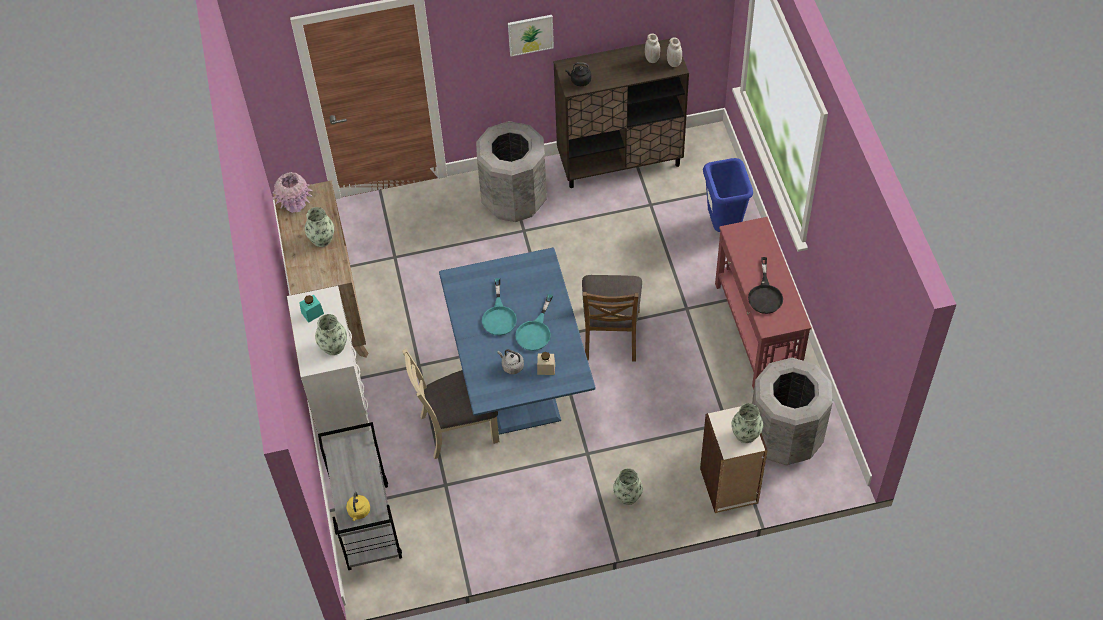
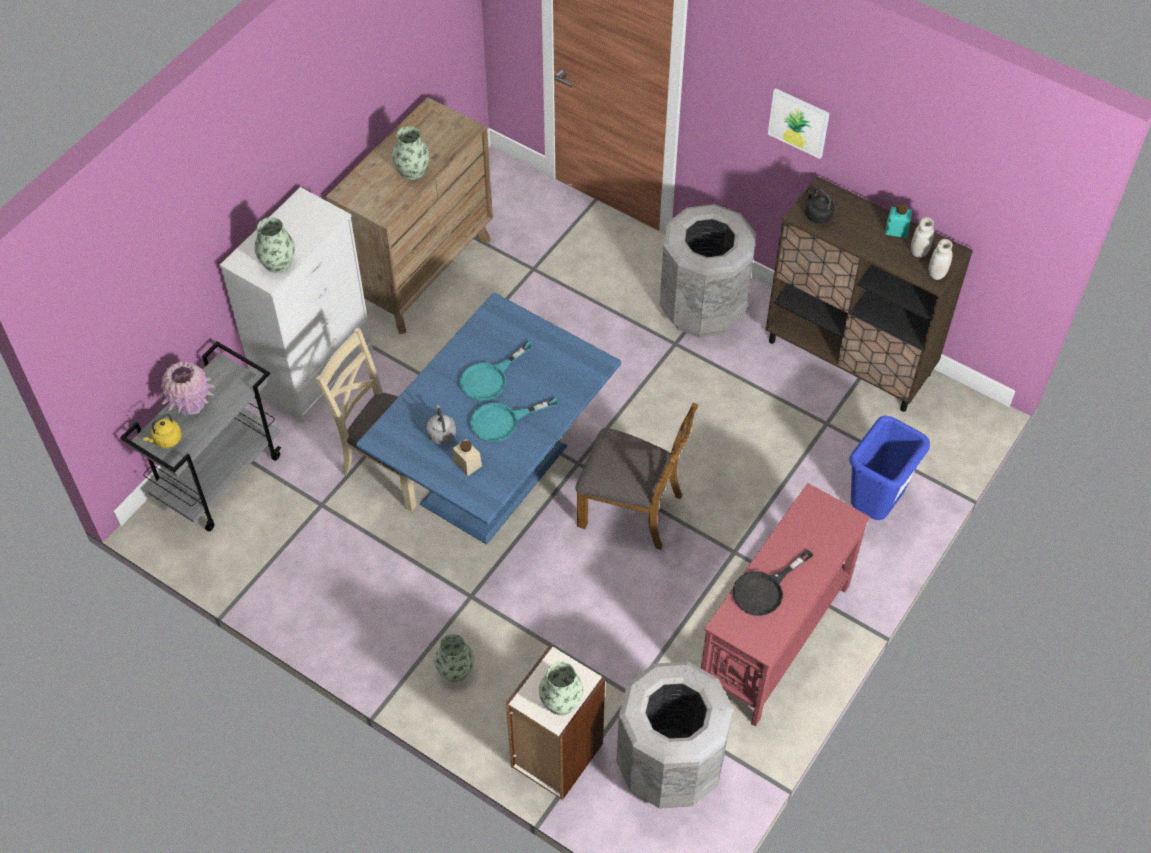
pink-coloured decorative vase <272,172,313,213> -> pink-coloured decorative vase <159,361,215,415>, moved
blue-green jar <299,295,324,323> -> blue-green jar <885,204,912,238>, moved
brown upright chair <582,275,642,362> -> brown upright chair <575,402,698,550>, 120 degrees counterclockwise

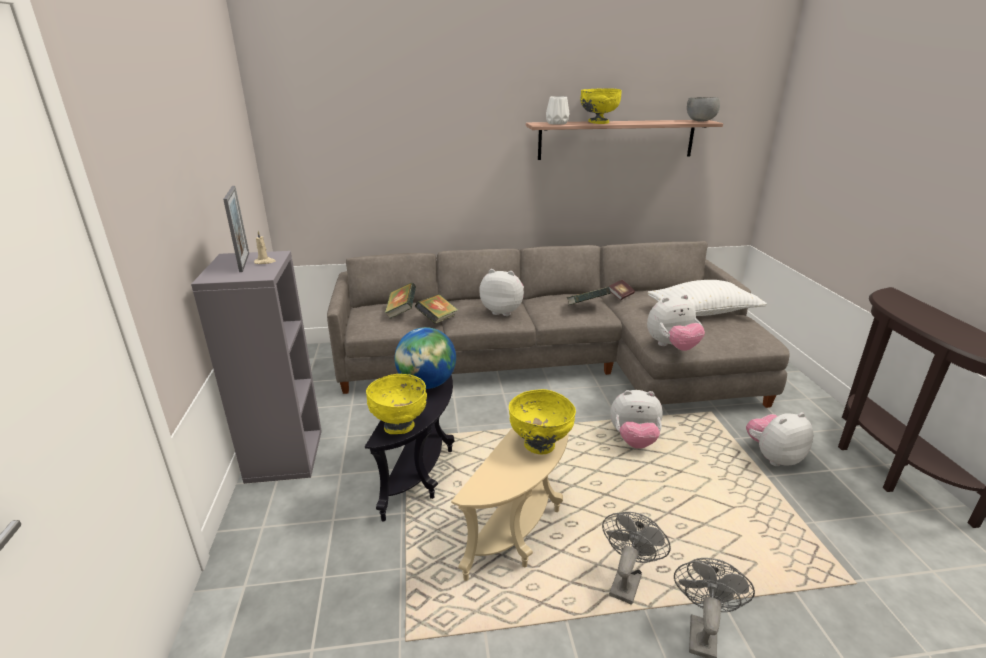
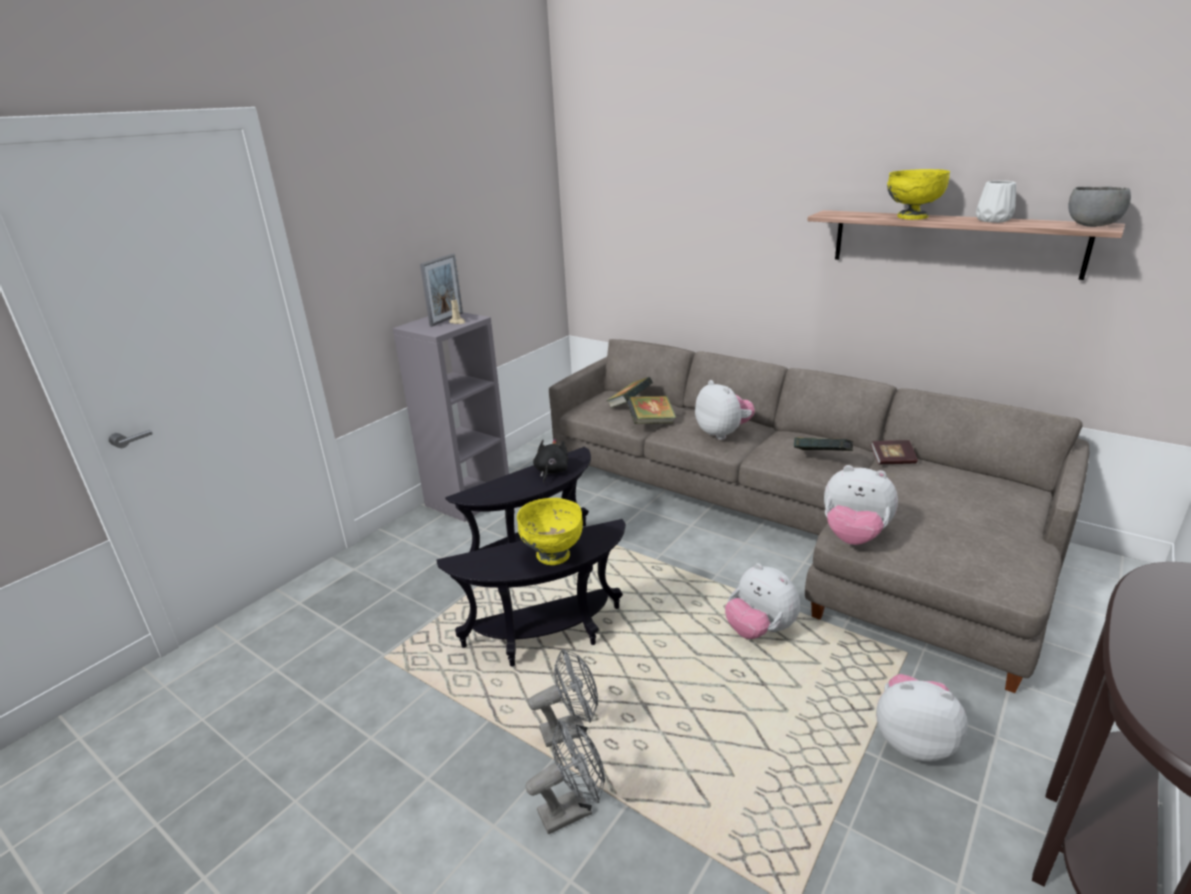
yellow-coloured bowl <366,374,427,434> -> none
whitish throw pillow <647,280,767,316> -> none
whitish decorative vase <546,96,569,125> -> whitish decorative vase <976,181,1016,223>, moved
desk globe <395,327,456,389> -> black soft toy <533,439,568,483>
beige-coloured side table <451,428,569,581> -> black side table <436,519,626,667>

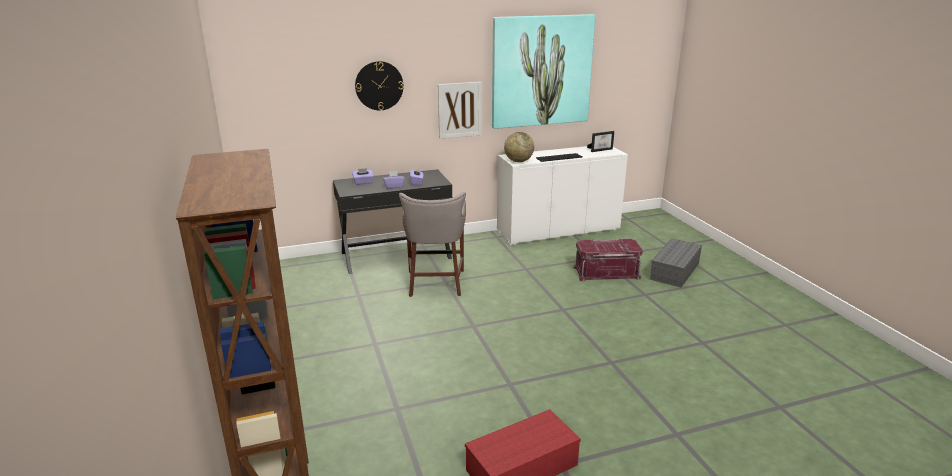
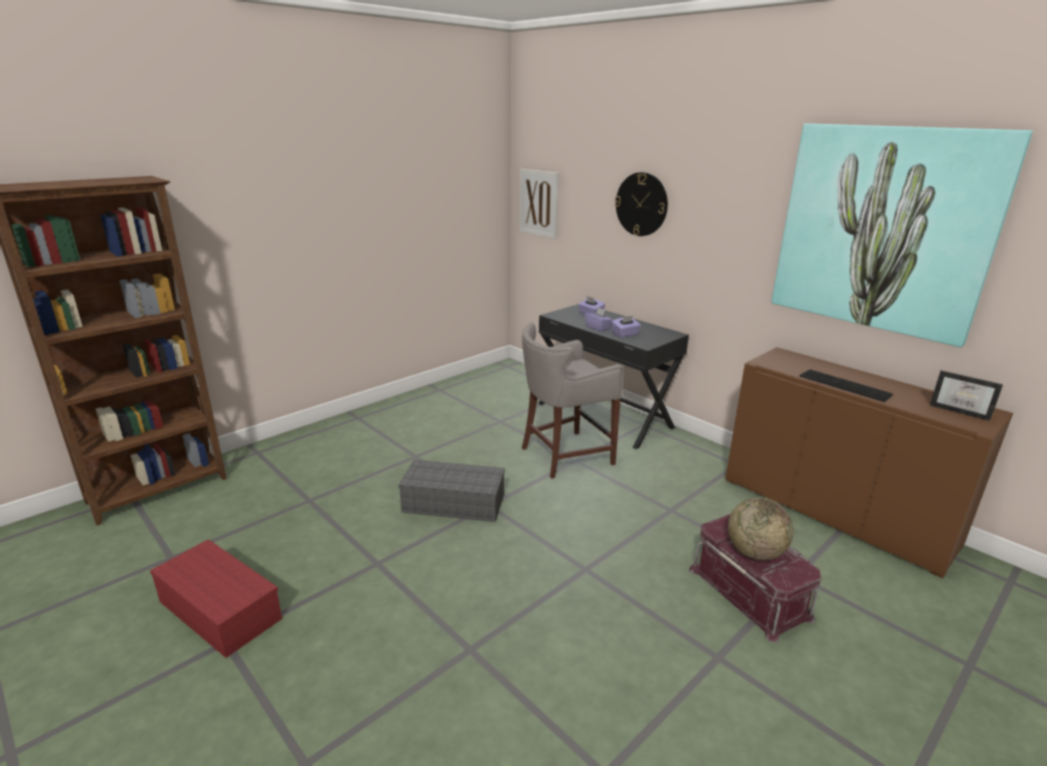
picture <438,82,482,139> -> picture <519,169,559,239>, moved
desk globe <504,132,534,162> -> desk globe <728,497,793,561>, moved
greyish storage bin <650,238,702,288> -> greyish storage bin <398,460,505,522>, moved
whitish cabinet <497,146,628,245> -> brown cabinet <725,347,1013,578>

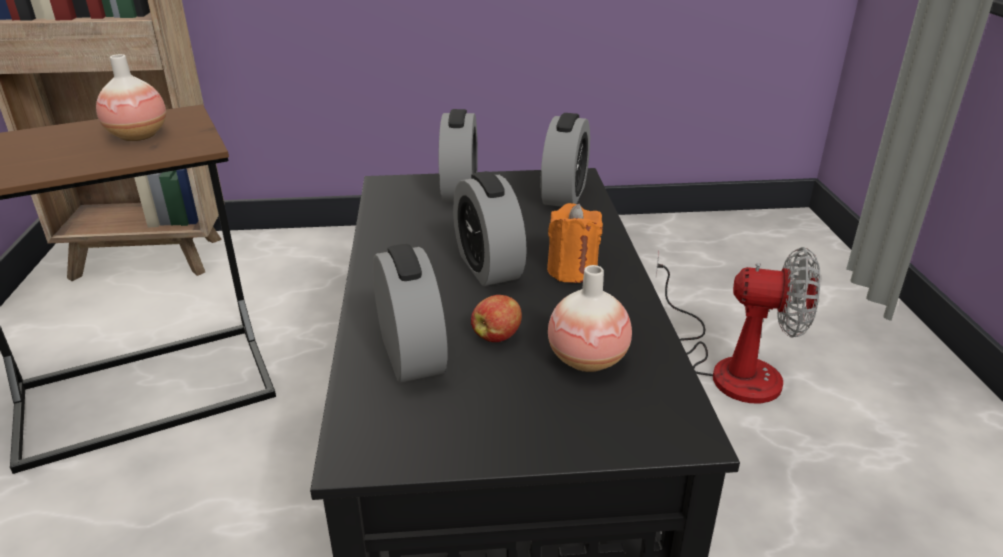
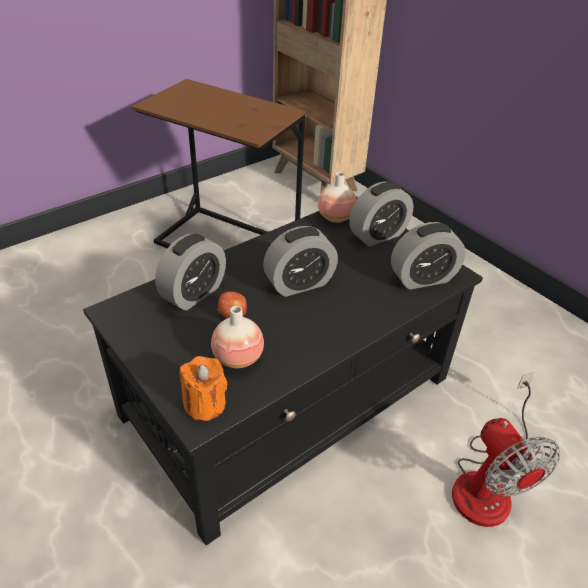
decorative vase <96,54,166,141> -> decorative vase <318,172,356,223>, moved
orange-coloured candle <547,203,603,283> -> orange-coloured candle <180,356,227,421>, moved
bedside clock <453,171,527,286> -> bedside clock <263,226,338,297>, 150 degrees counterclockwise

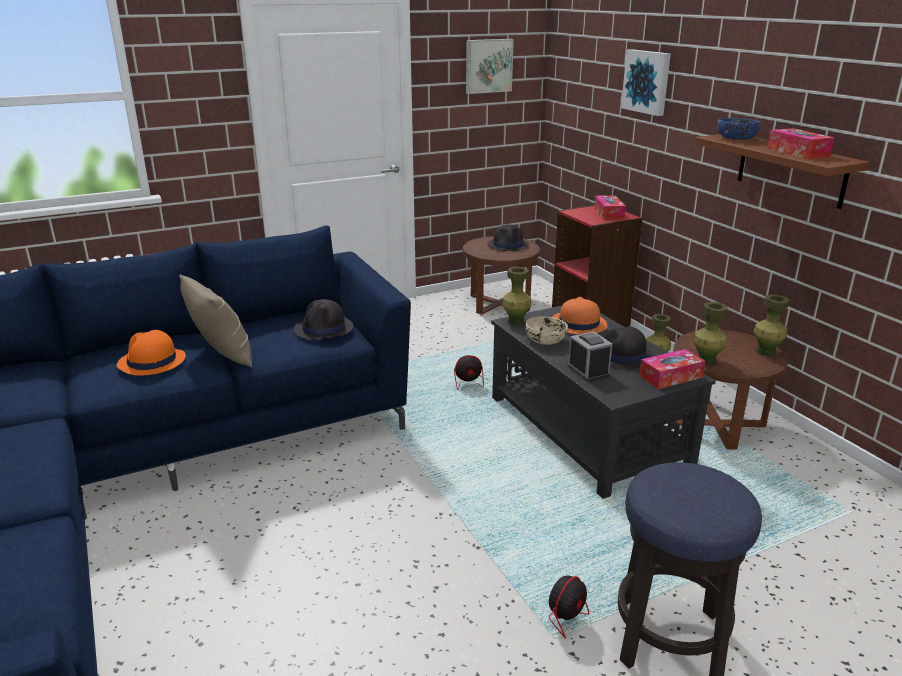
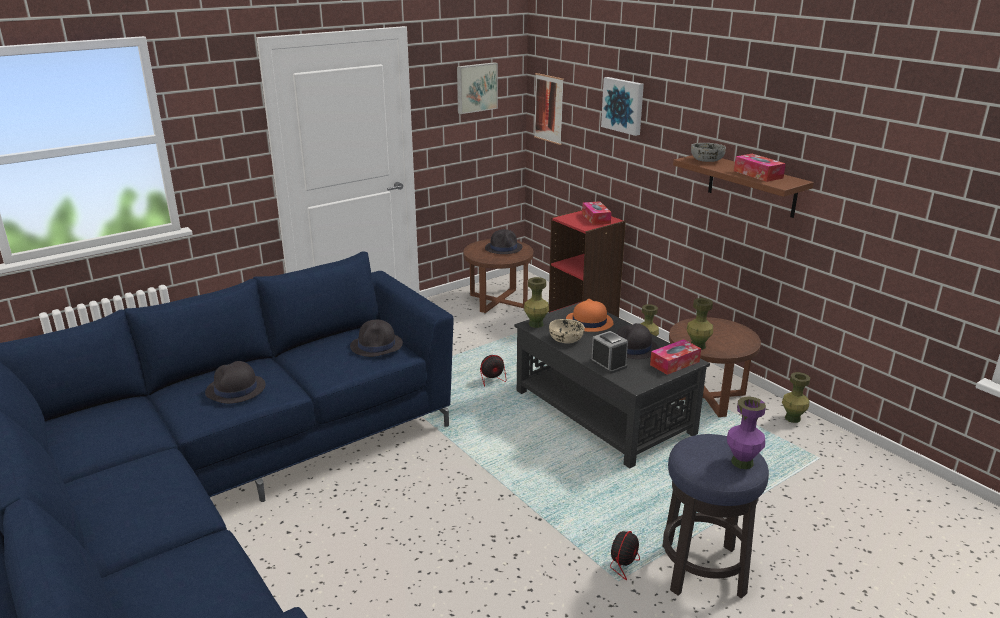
beige-coloured throw pillow <179,274,253,367> -> none
none -> picture <534,73,564,145>
none -> purple decorative vase <727,397,766,469>
greenish decorative vase <753,294,789,356> -> greenish decorative vase <782,372,810,423>, moved
orange-coloured wearable hat <117,330,186,376> -> black wearable hat <205,361,265,404>
blue-coloured bowl <717,118,761,140> -> greyish bowl <691,143,726,162>

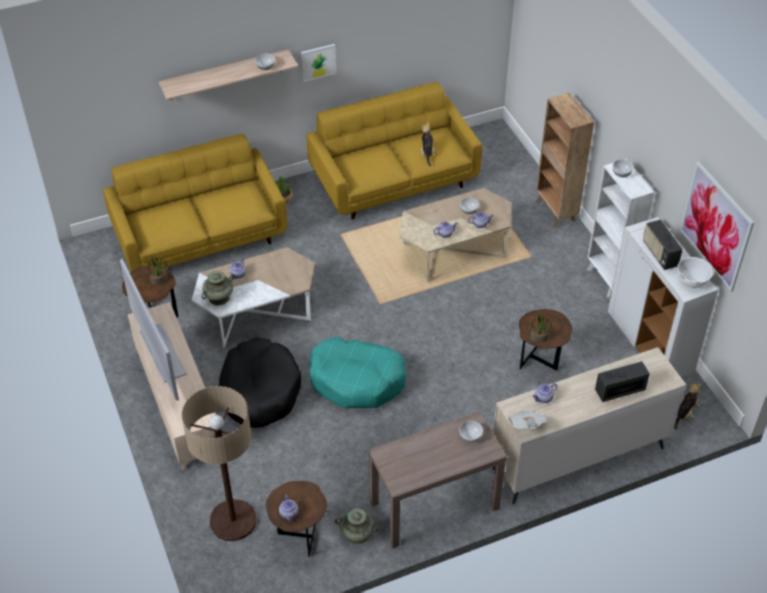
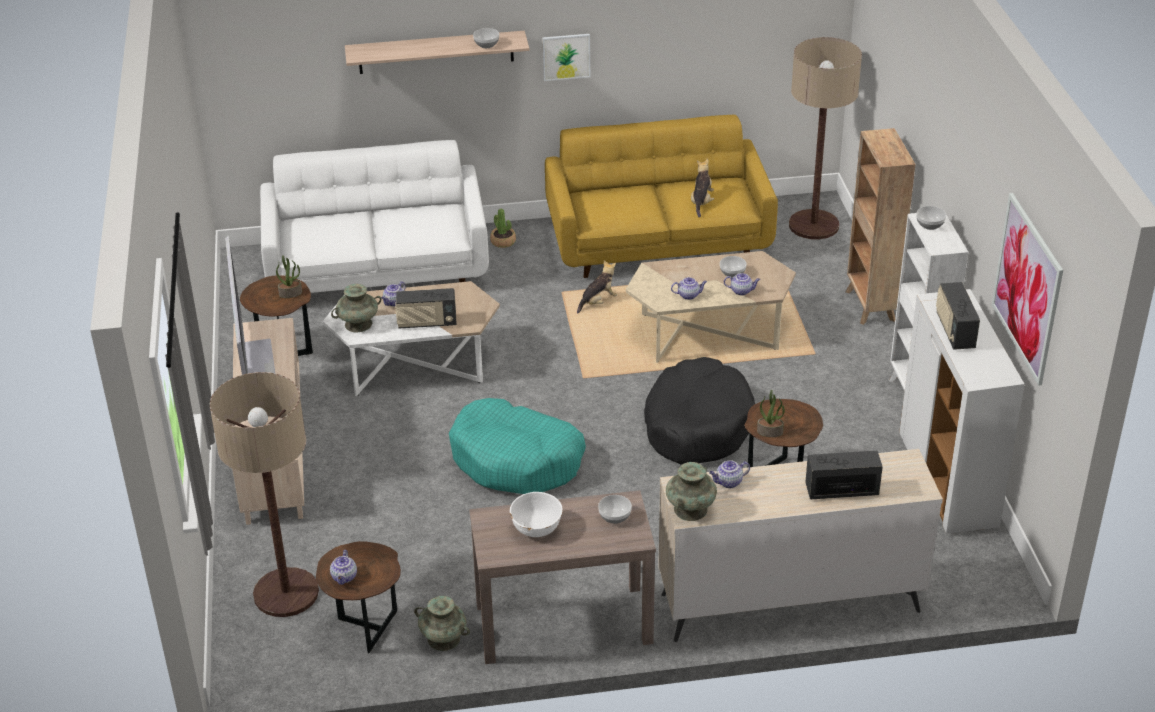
none -> radio set <396,288,456,328>
none -> standing lamp <789,37,862,240>
black pet bed <219,337,301,428> -> black pet bed <644,357,755,464>, moved
soft toy <674,383,701,430> -> soft toy <577,260,617,313>, moved
whitish bowl <677,257,713,288> -> whitish bowl <510,492,563,537>, moved
newspaper <508,409,547,429> -> blue-green decorative vase <666,462,717,521>
yellow-coloured sofa <103,134,288,272> -> whitish sofa <260,140,489,293>

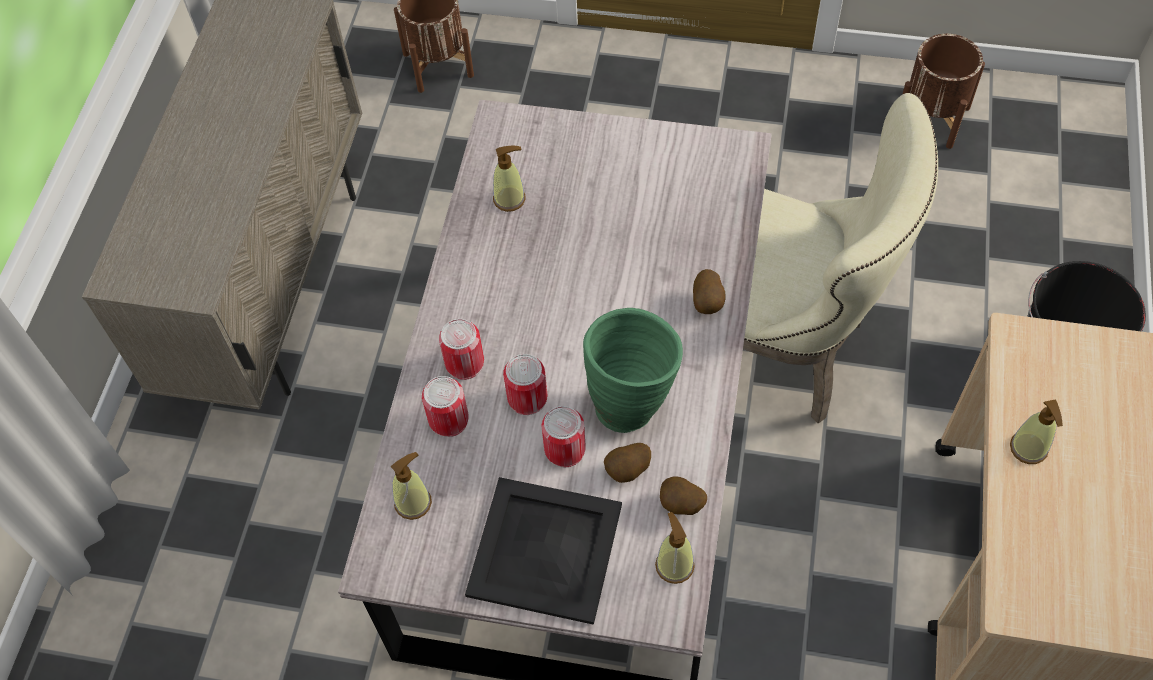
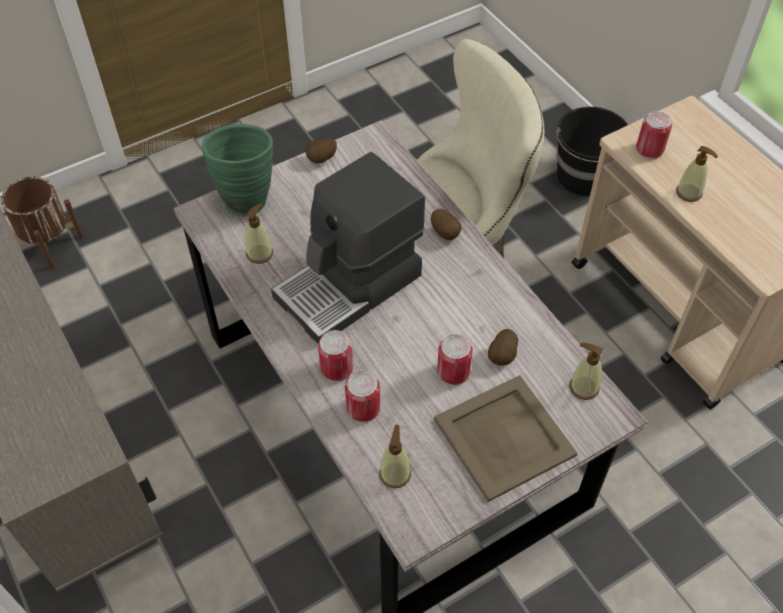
brown planter <903,34,985,149> -> none
none -> coffee maker <271,152,425,344>
can <503,354,547,415> -> can <636,111,672,159>, moved
greenish decorative vase <583,308,683,433> -> greenish decorative vase <202,124,273,217>, moved
whole potato <660,477,707,515> -> whole potato <305,139,337,163>, moved
black tray <465,477,622,625> -> beige-coloured tray <434,375,578,502>

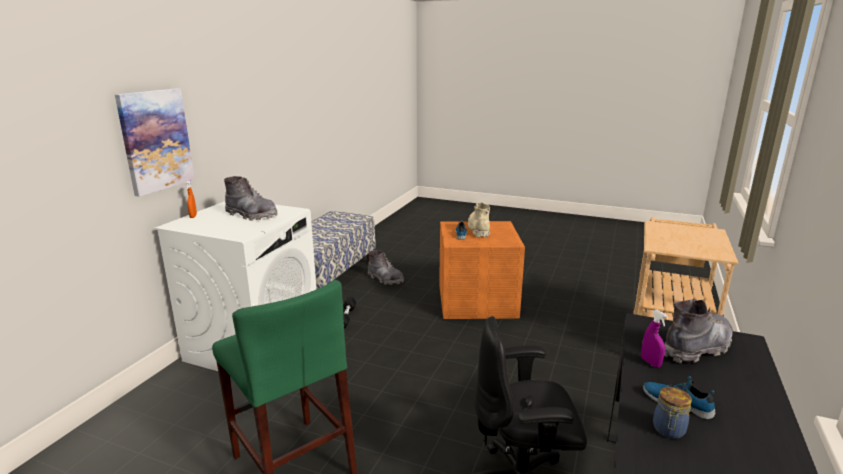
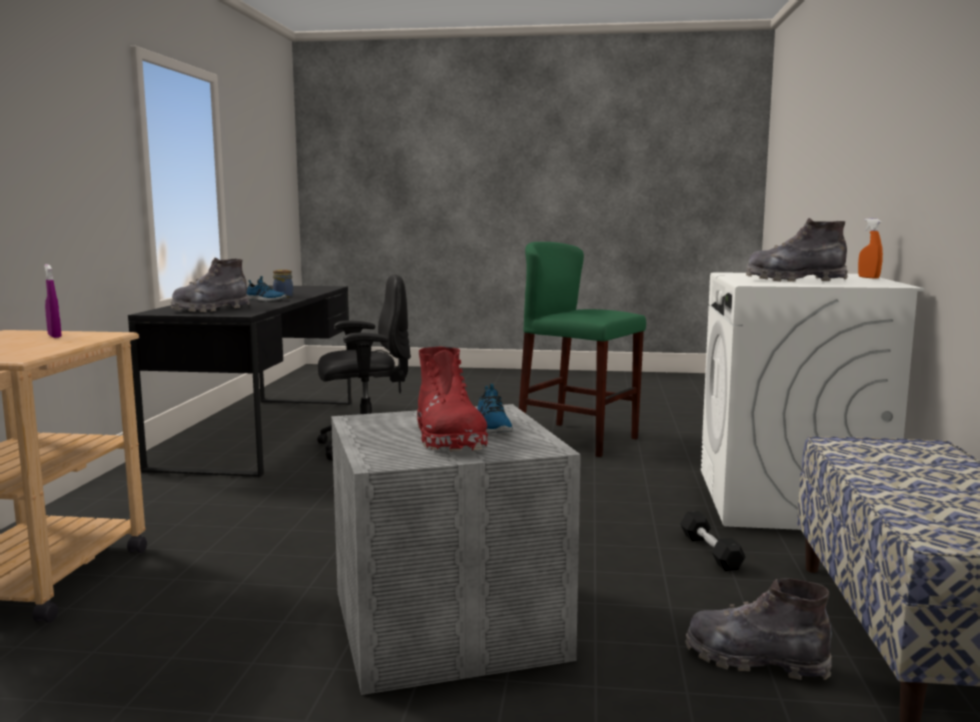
picture <115,88,195,197> -> none
purple spray bottle <641,310,668,368> -> purple spray bottle <44,264,62,338>, moved
orange-coloured storage bin <439,221,525,319> -> greyish storage bin <331,404,581,695>
beige-coloured high-top boot <468,202,490,238> -> red high-top boot <417,347,488,451>

